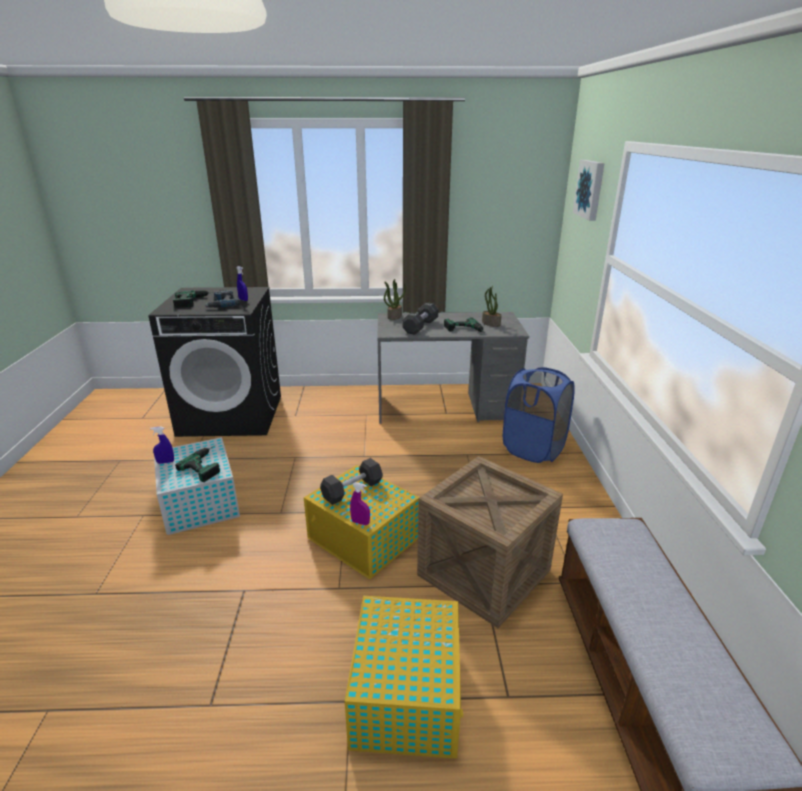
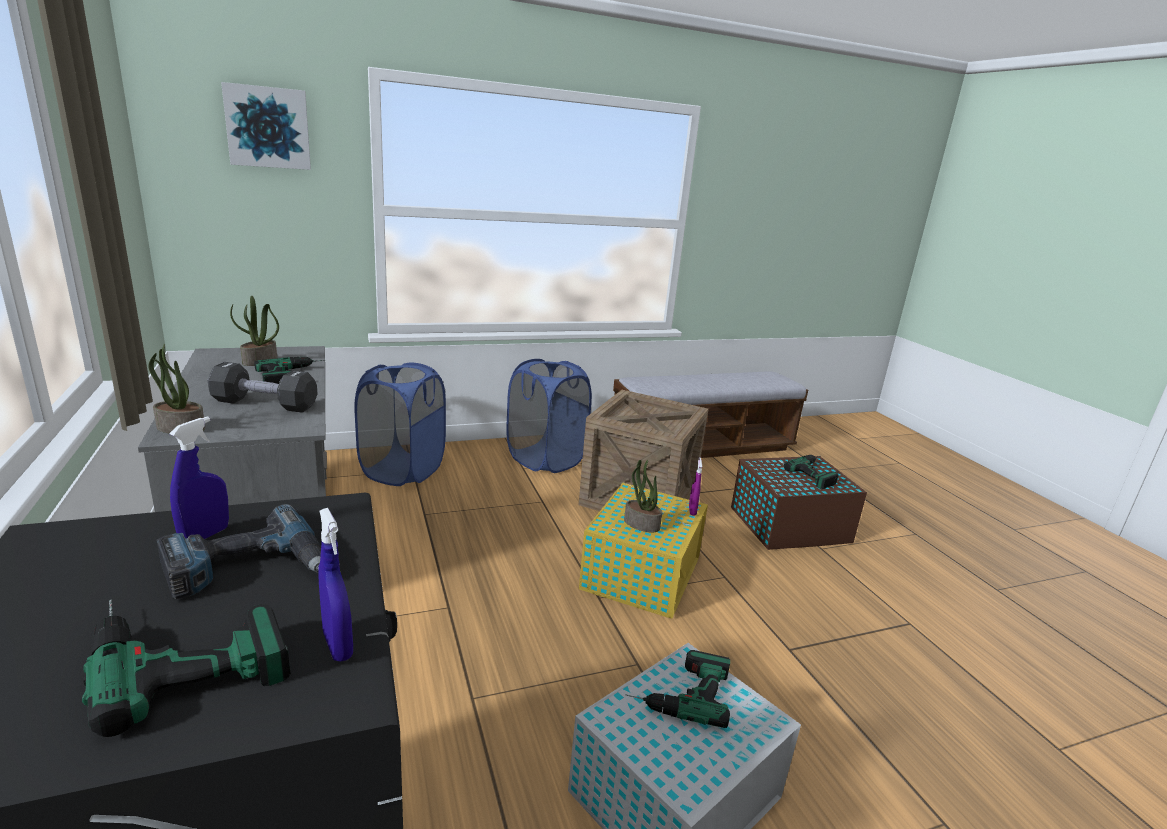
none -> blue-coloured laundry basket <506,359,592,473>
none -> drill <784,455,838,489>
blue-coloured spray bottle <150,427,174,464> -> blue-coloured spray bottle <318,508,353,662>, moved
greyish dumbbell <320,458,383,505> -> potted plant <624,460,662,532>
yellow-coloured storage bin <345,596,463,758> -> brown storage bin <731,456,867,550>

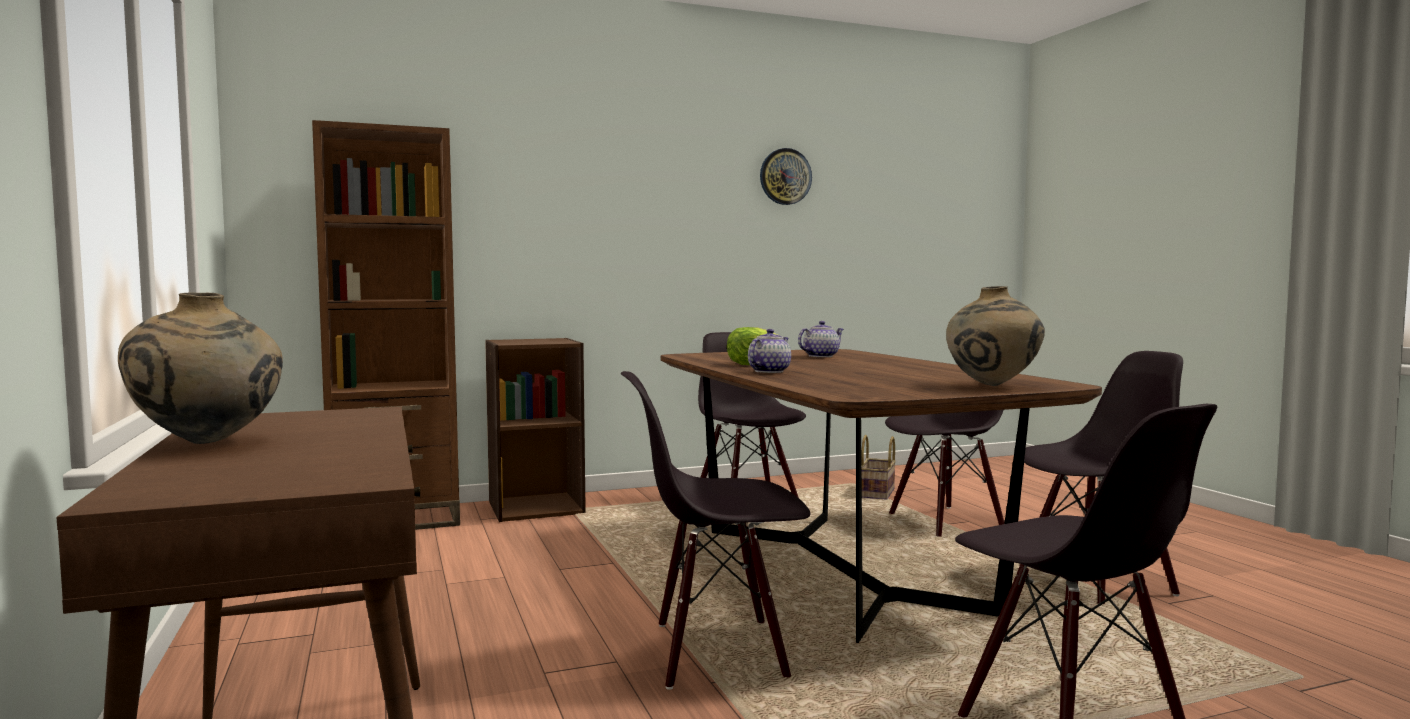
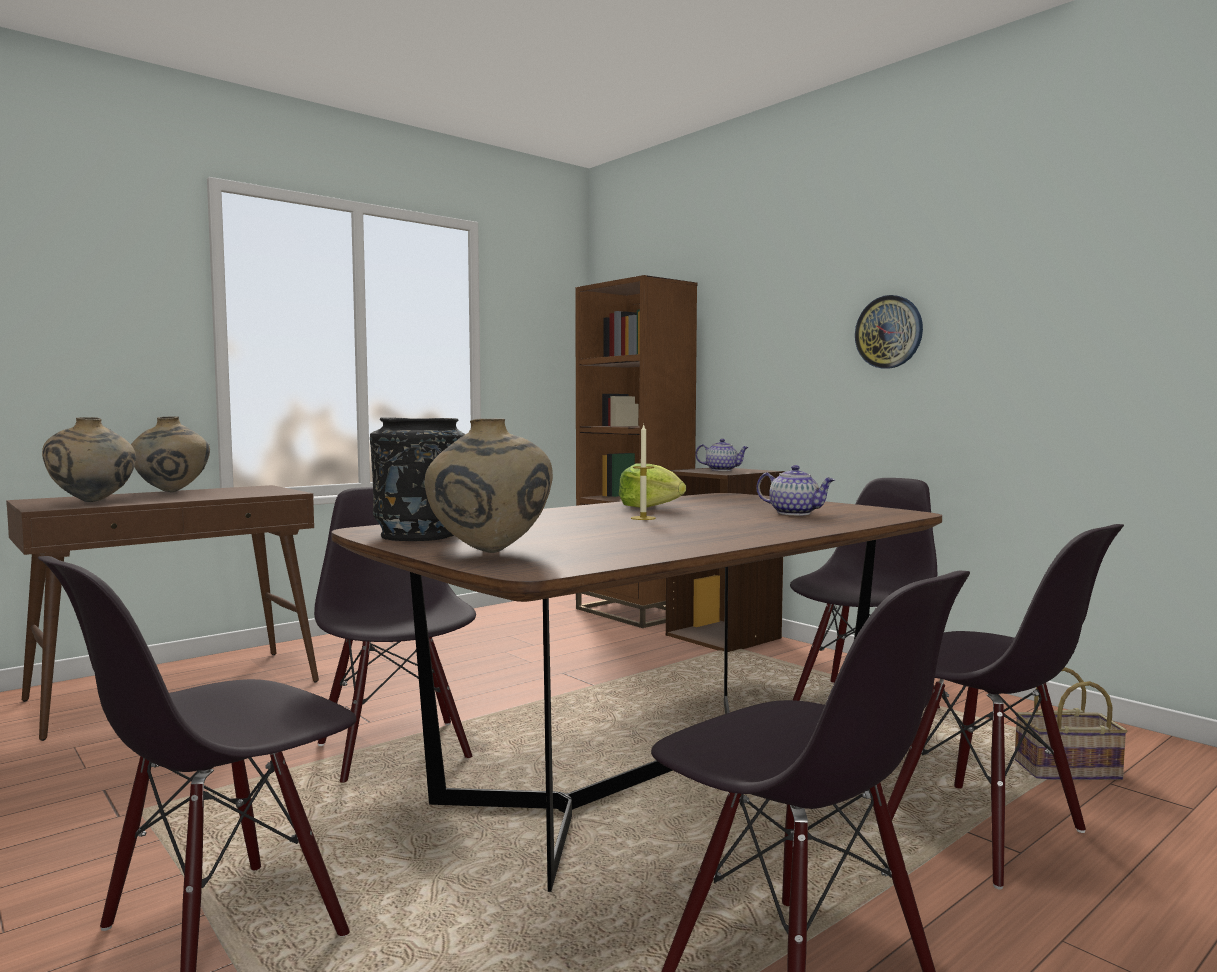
none -> beige-coloured decorative vase <42,417,136,502>
none -> black decorative vase <370,417,465,541>
none -> candle <631,425,656,520>
pot for tea <748,329,791,373> -> pot for tea <695,439,749,471>, moved
clock on the wall <760,148,812,205> -> clock on the wall <855,295,923,369>, moved

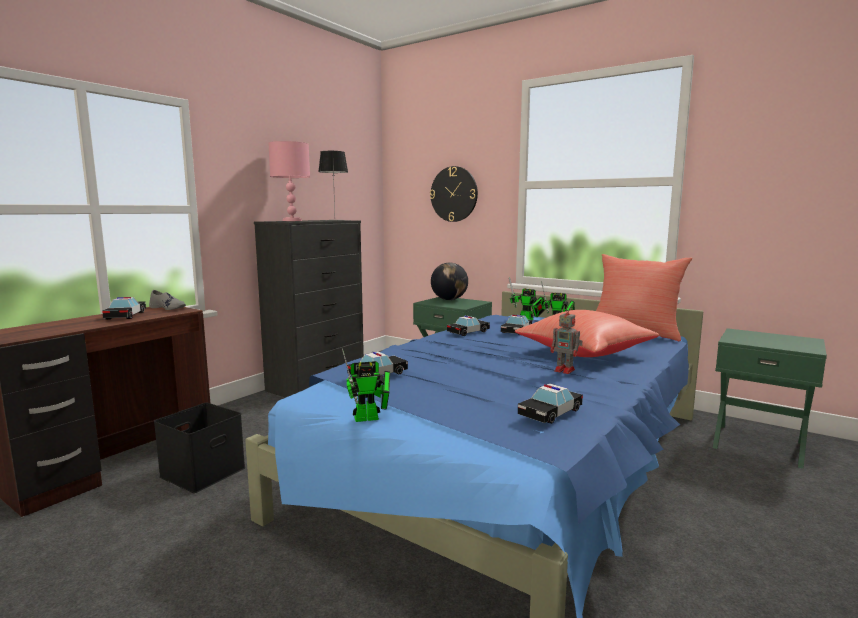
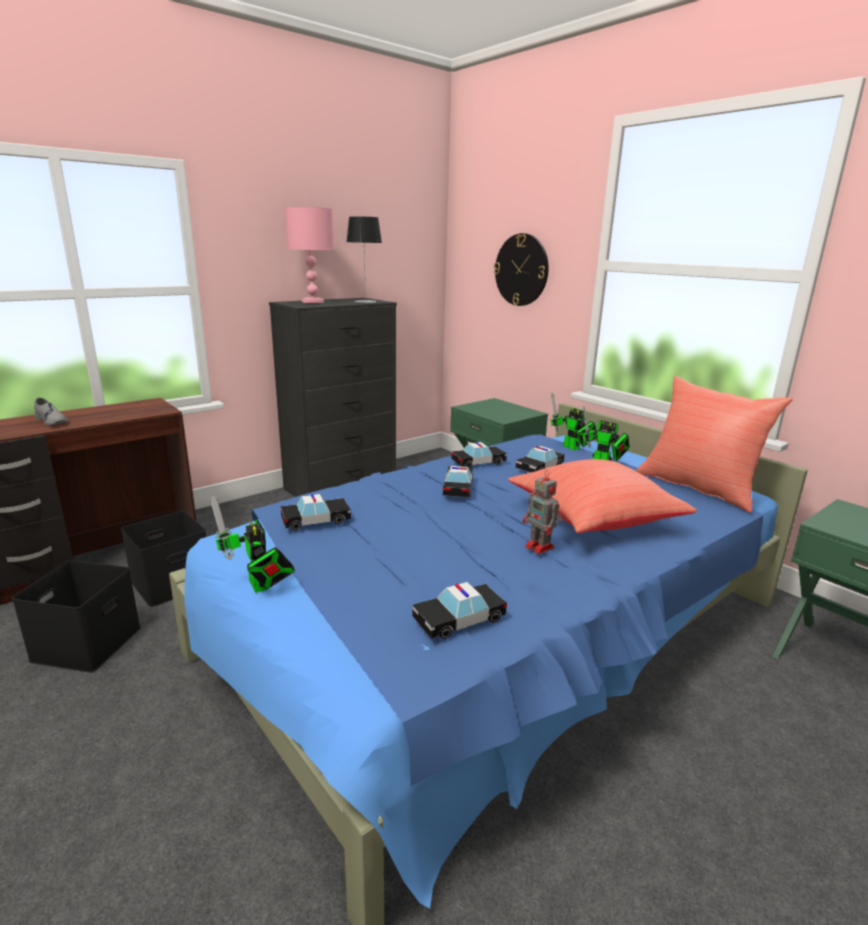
desk globe <431,263,468,300> -> none
none -> black storage bin <12,560,141,673>
miniature car <102,297,146,320> -> miniature car <443,466,473,497>, moved
greyish item of footwear <149,290,186,310> -> greyish item of footwear <34,397,68,426>, moved
model robot <342,349,390,422> -> model robot <210,496,295,593>, 60 degrees clockwise

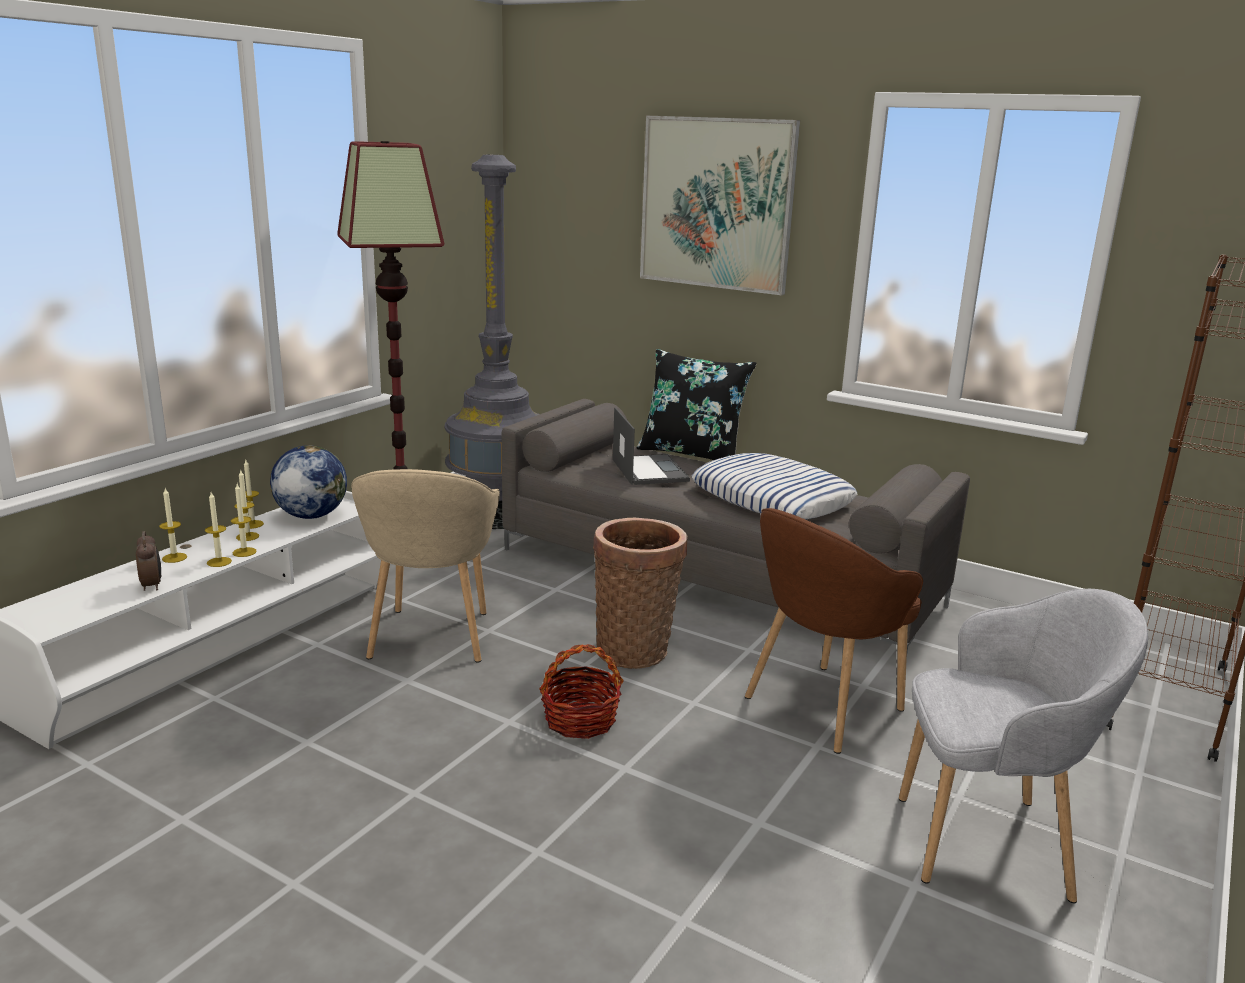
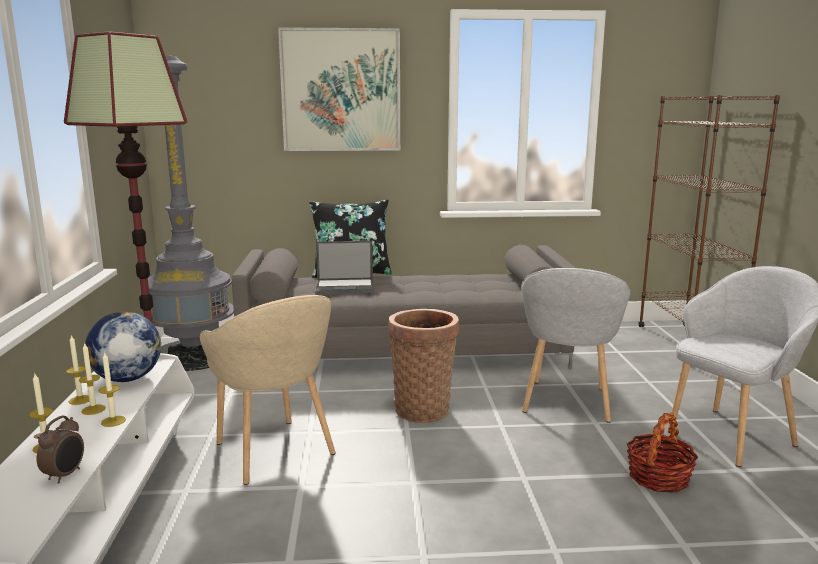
candle <205,492,232,567> -> none
throw pillow <692,453,857,519> -> none
basket <539,644,624,739> -> basket <627,413,699,493>, moved
brown easy chair <745,508,923,754> -> greyish easy chair <521,268,631,423>
bedside clock <136,531,161,591> -> bedside clock <37,416,84,484>, 75 degrees clockwise
laptop <613,407,690,485> -> laptop <315,241,374,294>, 135 degrees clockwise

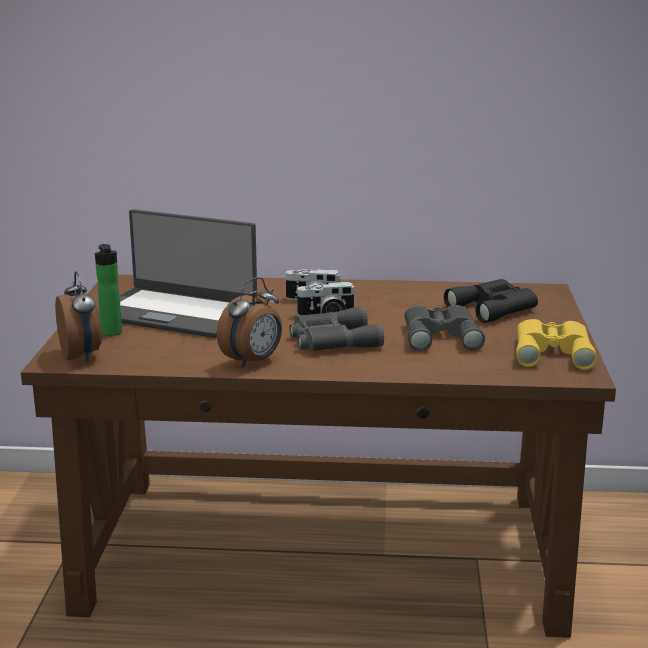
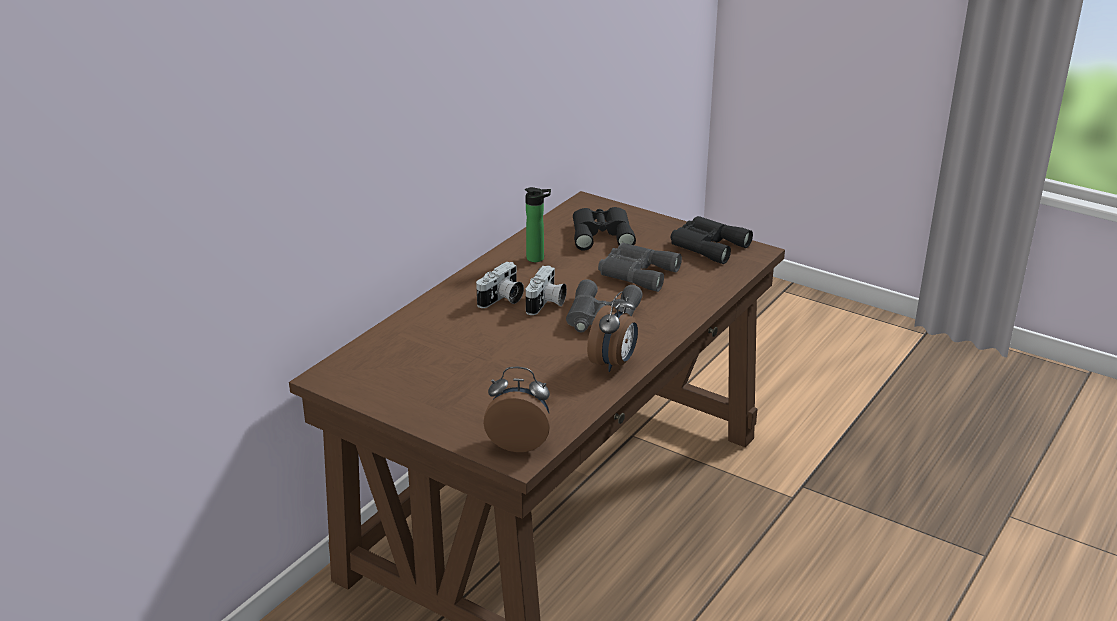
laptop <98,209,257,338> -> none
drink bottle <95,244,122,336> -> drink bottle <525,187,551,262>, moved
yellow-coloured binoculars <516,319,597,370> -> black binoculars <671,216,753,264>
bedside clock <217,277,282,367> -> bedside clock <587,291,638,372>, 45 degrees clockwise

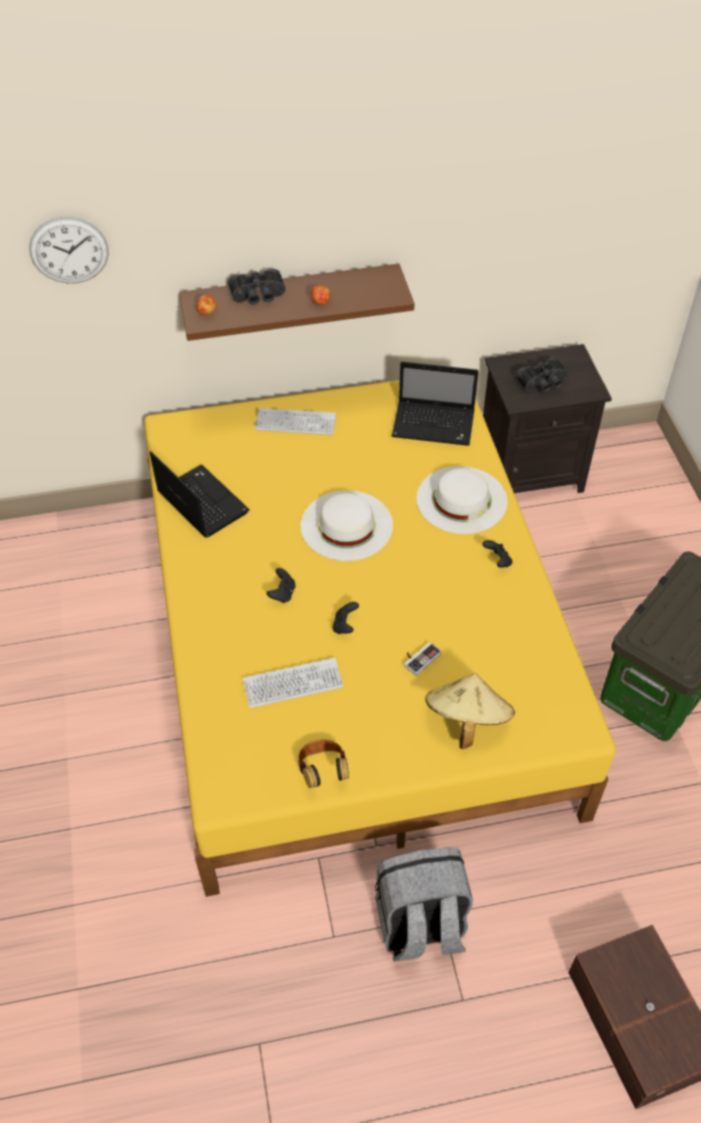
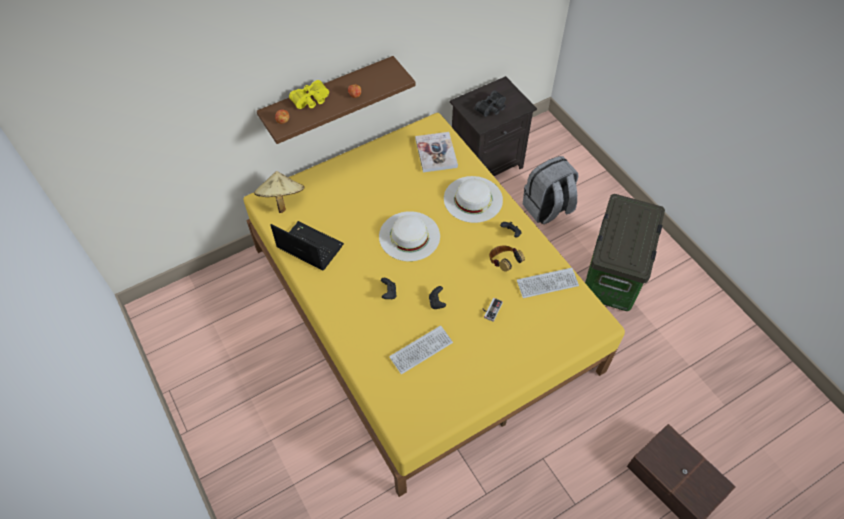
clock on the wall <29,217,109,283> -> none
PC keyboard <255,408,336,435> -> PC keyboard <517,268,579,298>, moved
pair of headphones <298,739,349,788> -> pair of headphones <489,245,525,272>, moved
greyish knapsack <375,847,473,961> -> greyish knapsack <523,156,579,224>, moved
beige-coloured wearable hat <425,673,515,749> -> beige-coloured wearable hat <254,171,305,213>, moved
laptop <392,362,479,446> -> book <415,132,458,172>
black binoculars <228,269,286,305> -> yellow-coloured binoculars <289,80,329,109>

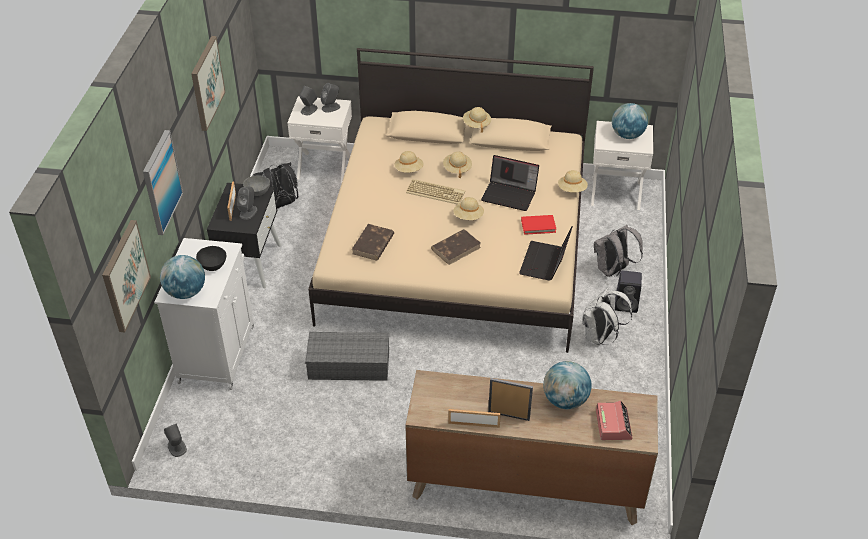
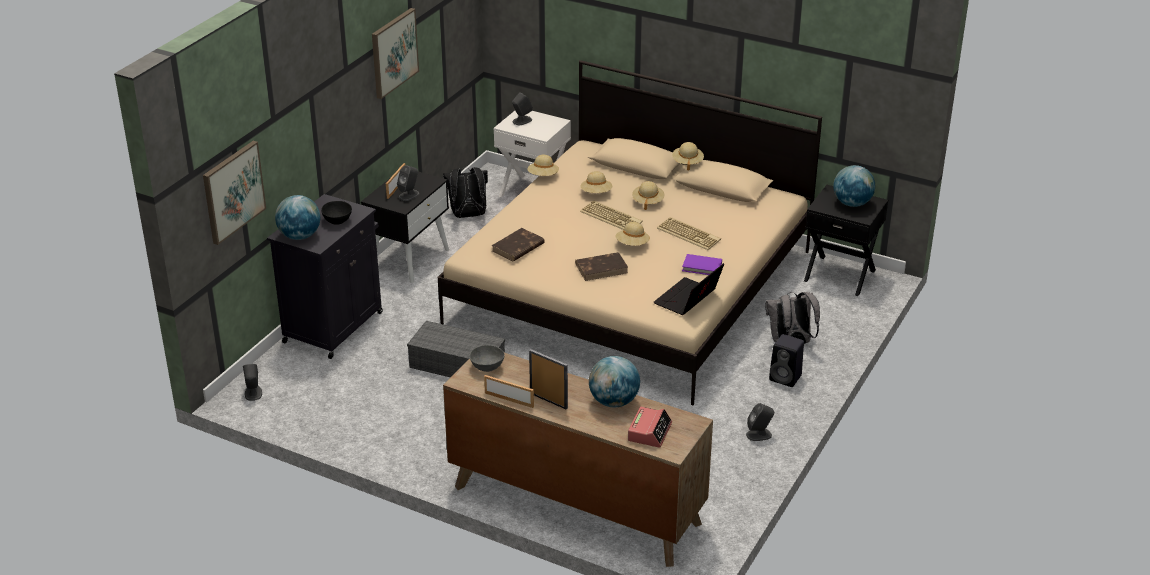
picture <143,130,183,235> -> none
whitish knapsack <583,287,632,345> -> none
greyish bowl <243,175,270,196> -> greyish bowl <469,345,505,372>, moved
greyish speaker <320,83,340,113> -> greyish speaker <746,403,774,441>, moved
beige-coloured wearable hat <558,170,588,192> -> beige-coloured wearable hat <527,155,559,176>, moved
laptop <481,155,539,211> -> PC keyboard <657,217,721,250>
whitish cabinet <154,238,254,390> -> black cabinet <267,194,383,359>
red book <521,215,556,235> -> purple book <682,254,722,275>
whitish nightstand <591,121,653,210> -> black nightstand <804,185,888,296>

